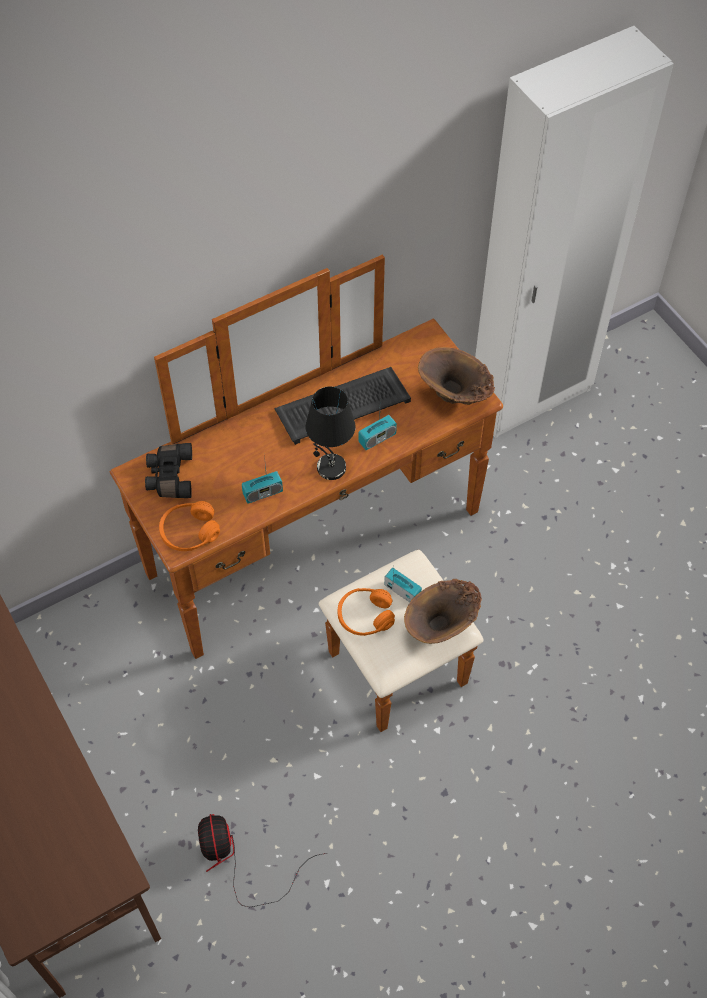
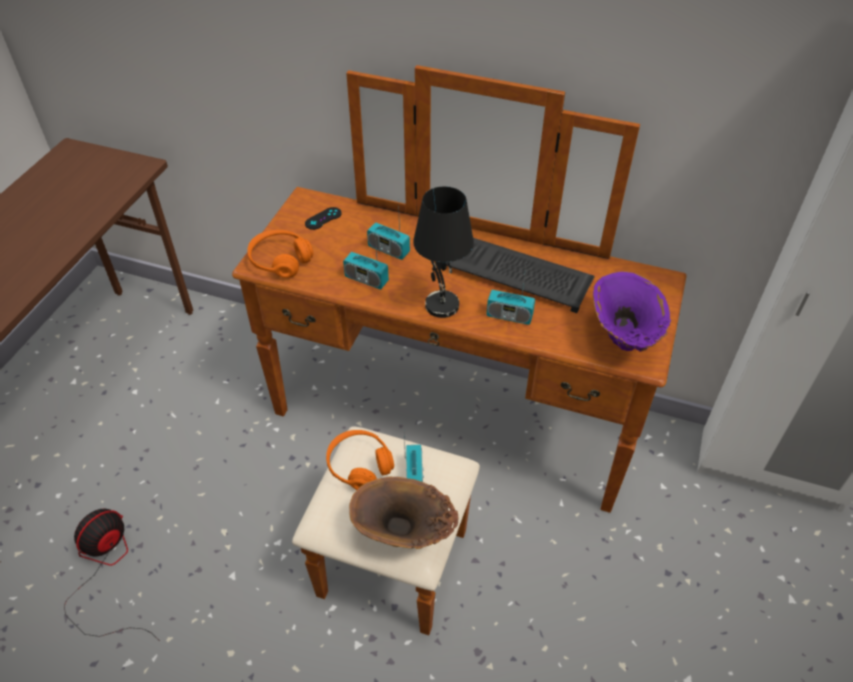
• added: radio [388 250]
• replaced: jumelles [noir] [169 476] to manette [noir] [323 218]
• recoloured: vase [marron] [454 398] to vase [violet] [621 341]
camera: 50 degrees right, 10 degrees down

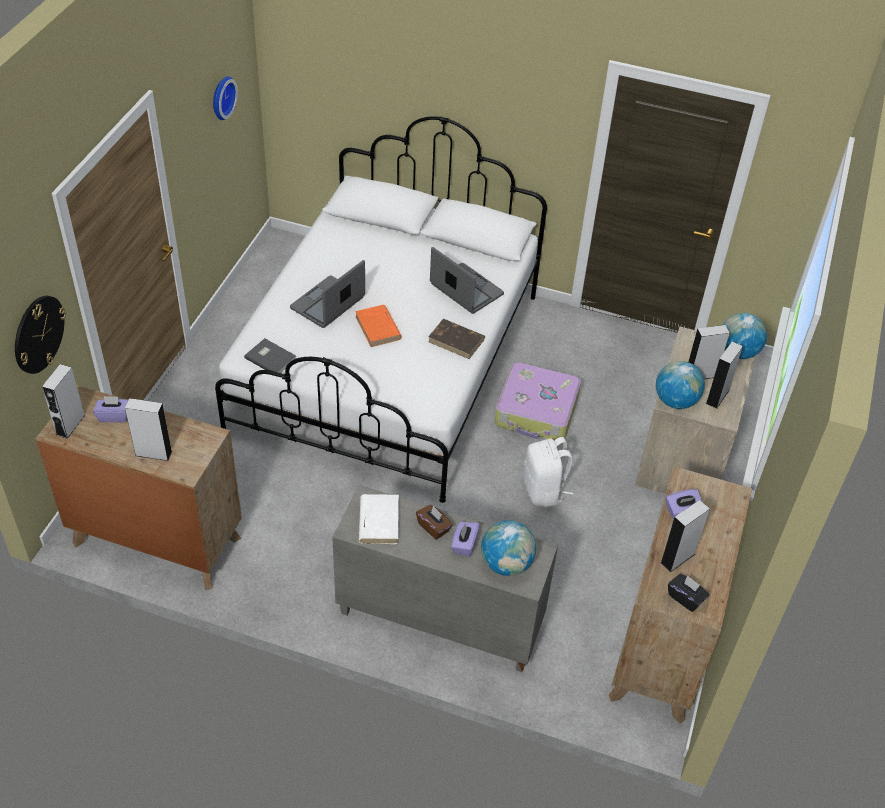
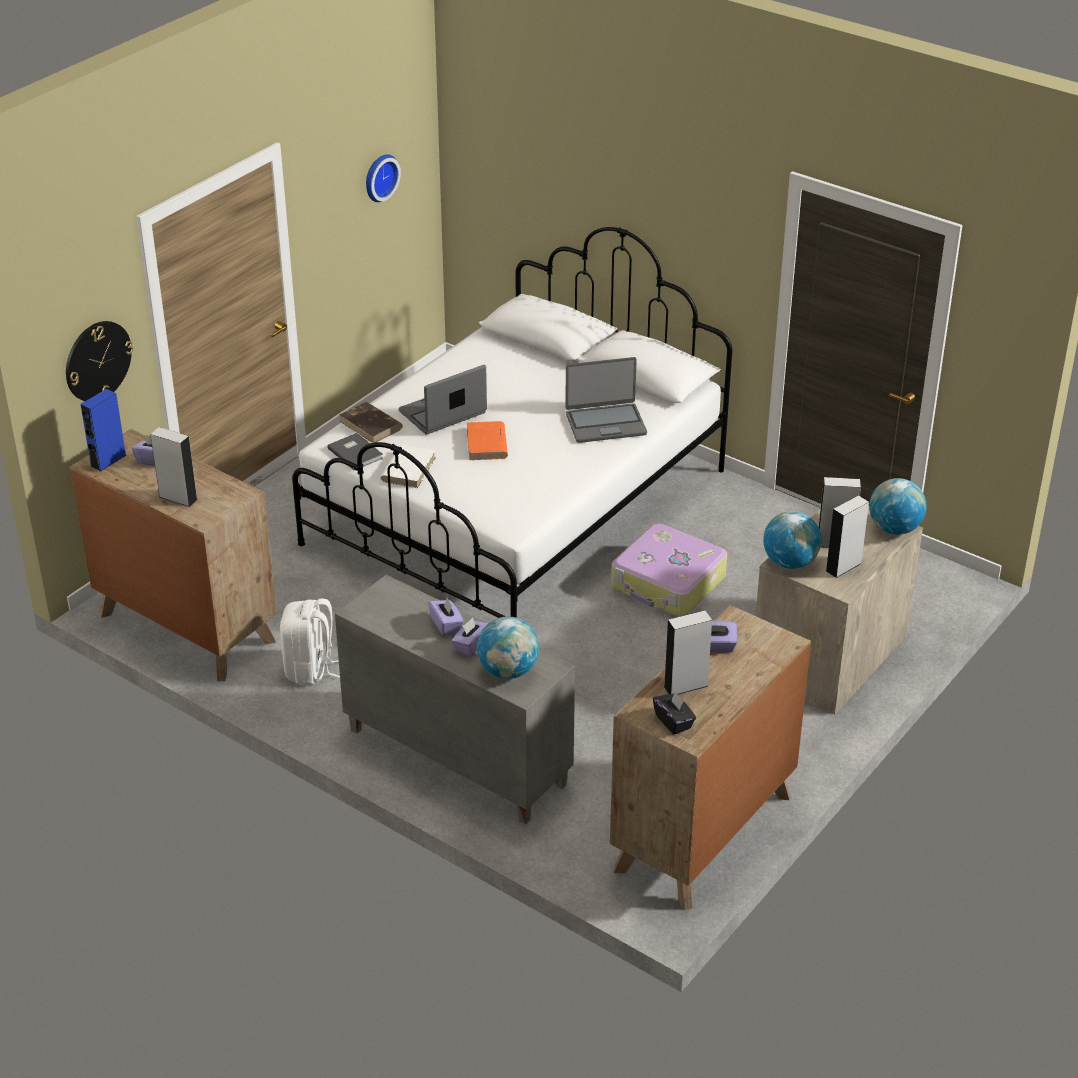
• moved: livre [blanc] [379 521] to [408 469]
• moved: livre [marron] [456 340] to [371 425]
• moved: sac à dos [blanc] [544 491] to [310 669]
• recoloured: enceinte [gris] [70 425] to enceinte [bleu] [108 461]
• recoloured: boîte à mouchoirs [marron] [434 527] to boîte à mouchoirs [violet] [446 625]
• turned: ordinateur portable [466 290] = [605 423] 105 degrees clockwise
camera: 20 degrees right, 10 degrees down

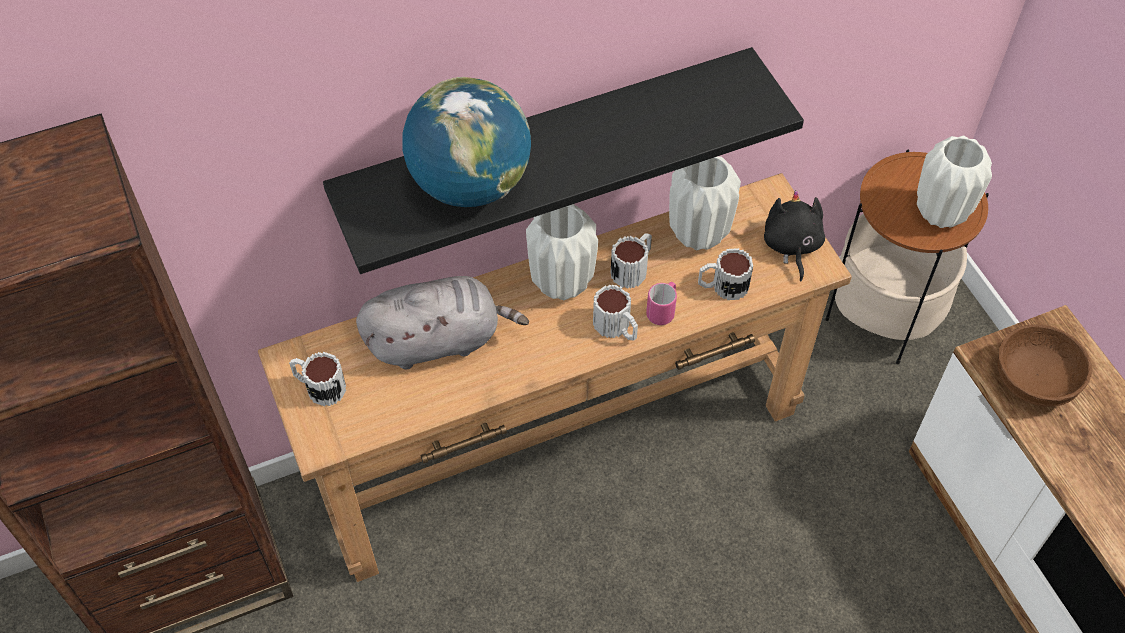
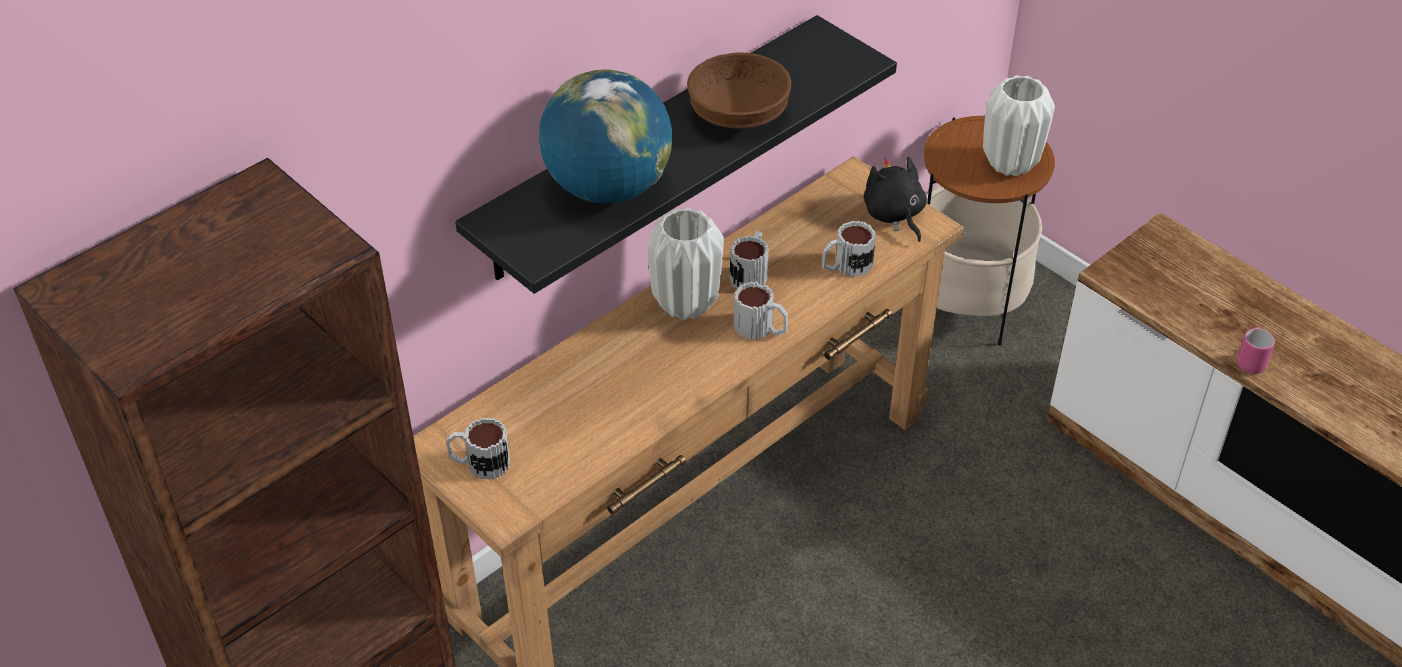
• removed: peluche [gris] [438 340]
• removed: vase [blanc] [699 234]
• moved: mug [rose] [663 311] to [1250 360]
• moved: bol [marron] [1036 379] to [740 114]
camera: 20 degrees left, 10 degrees down

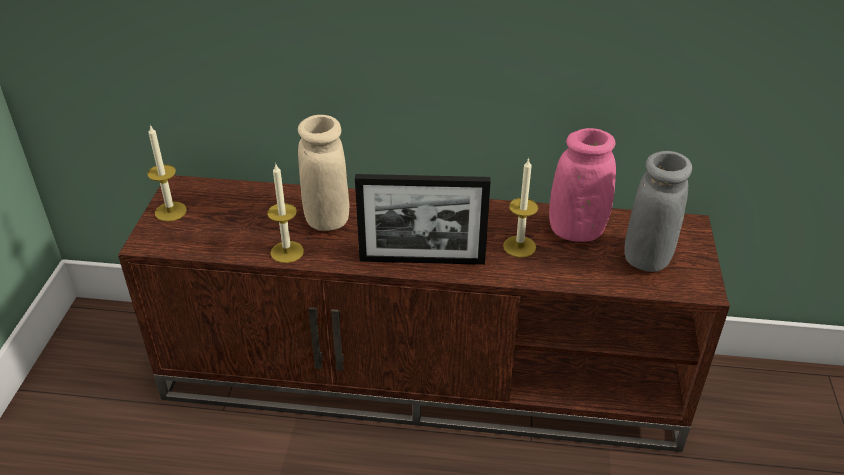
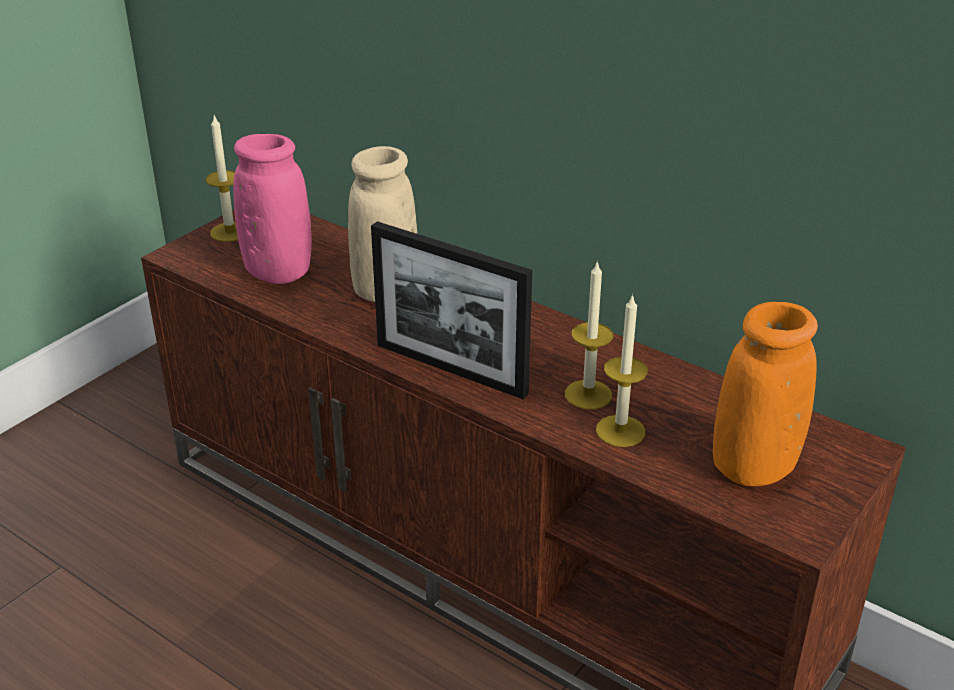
• moved: bougie [287 252] to [620 431]
• moved: vase [rose] [576 231] to [278 272]
• recoloured: vase [gris] [647 258] to vase [orange] [753 467]
camera: 30 degrees right, 5 degrees down

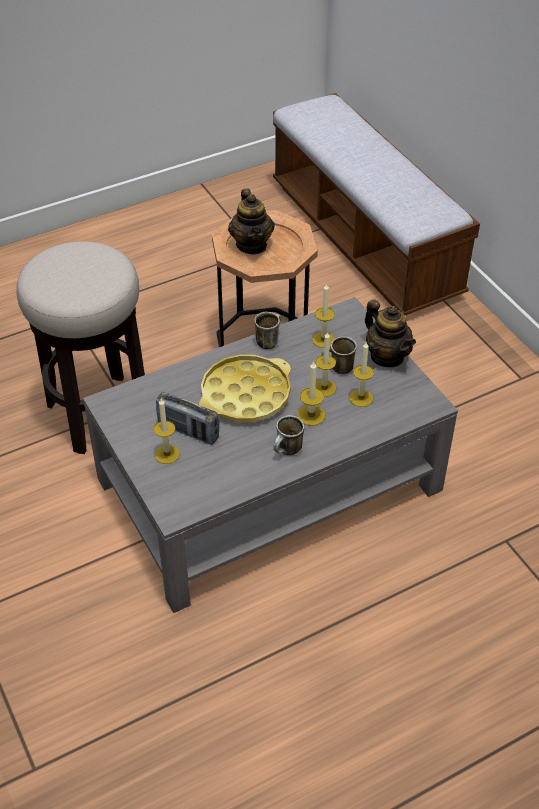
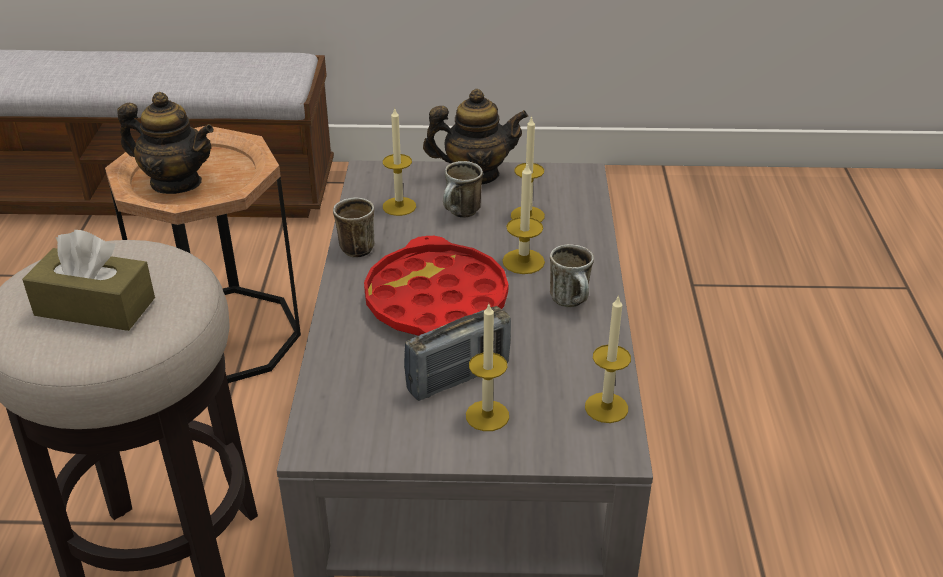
• added: boîte à mouchoirs [marron] [95 307]
• moved: bougie [324 388] to [606 407]
• recoloured: plateau [jaune] [245 395] to plateau [rouge] [436 301]
camera: 60 degrees left, 10 degrees down

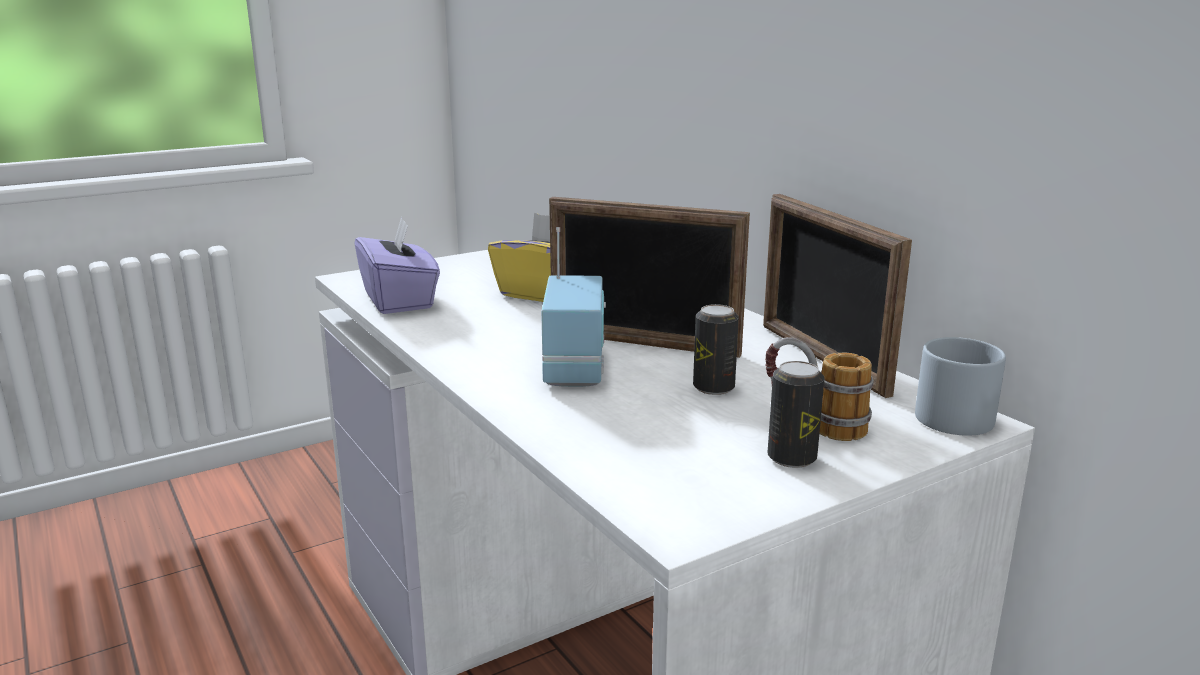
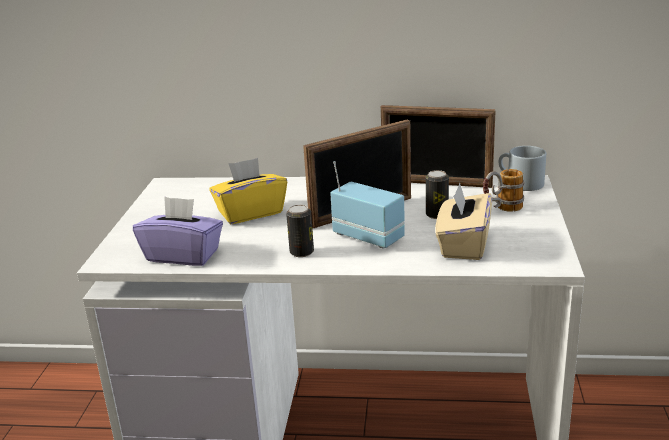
• added: boîte à mouchoirs [beige] [463 245]
• moved: boîte métallique [791 458] to [301 252]
camera: 50 degrees left, 5 degrees up

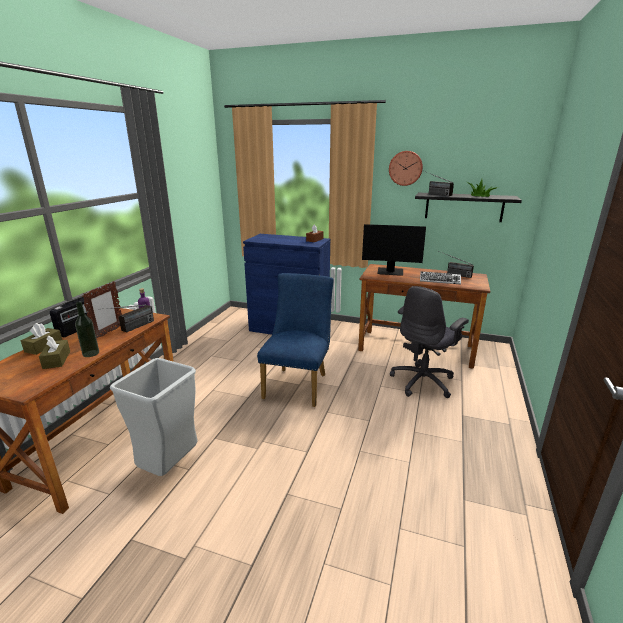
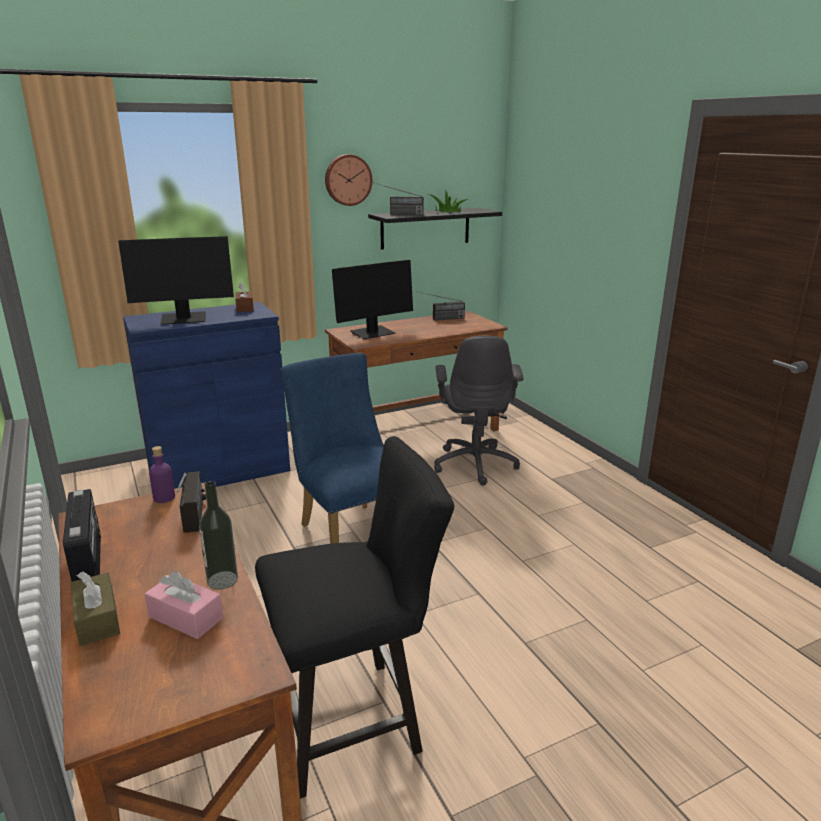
• removed: cadre photo [108 332]
• removed: clavier [439 280]
• added: écran d'ordinateur [184 319]
• replaced: poubelle [gris] [169 468] to chaise [noir] [356 718]
• recoloured: boîte à mouchoirs [marron] [57 360] to boîte à mouchoirs [rose] [186 617]
camera: 45 degrees left, 0 degrees up

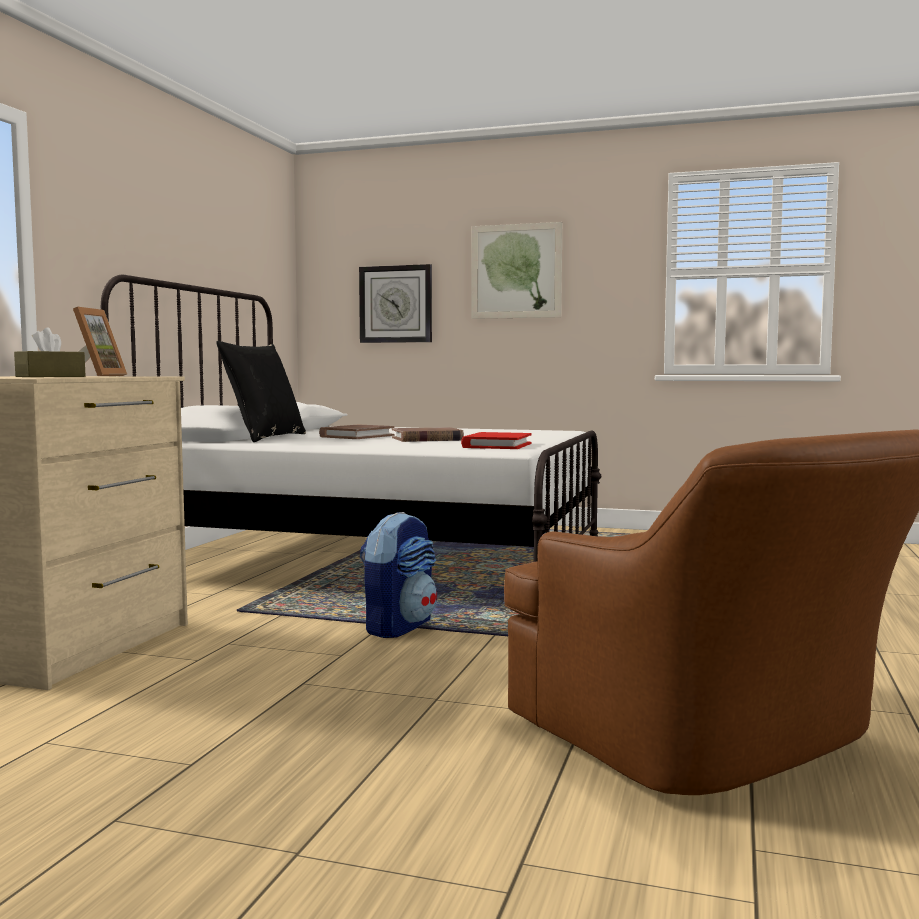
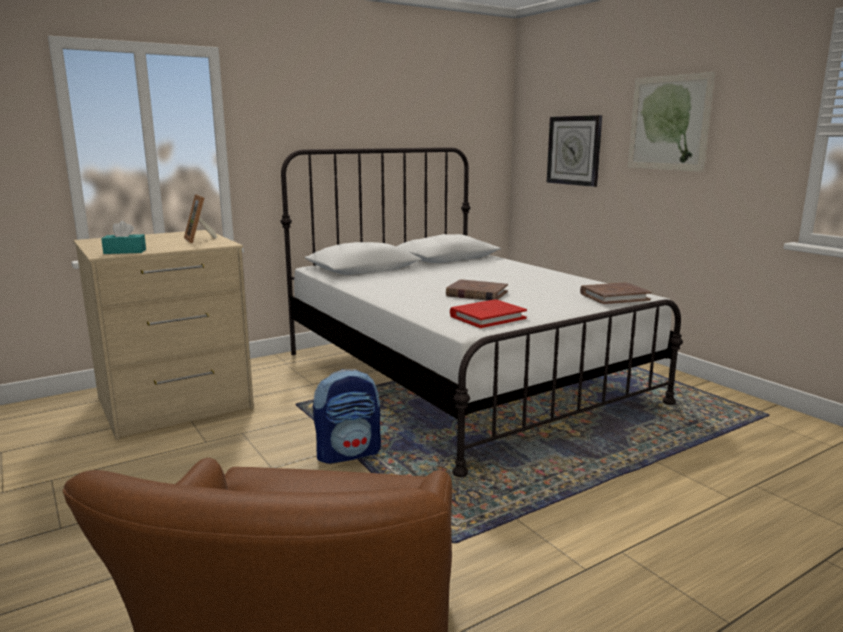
• removed: coussin [noir] [264 437]
• moved: livre [marron] [357 436] to [614 296]
• recoloured: boîte à mouchoirs [marron] [50 376] to boîte à mouchoirs [turquoise] [125 251]
• turned: cadre photo [95 376] = [200 240] 105 degrees clockwise
camera: 40 degrees right, 10 degrees up

